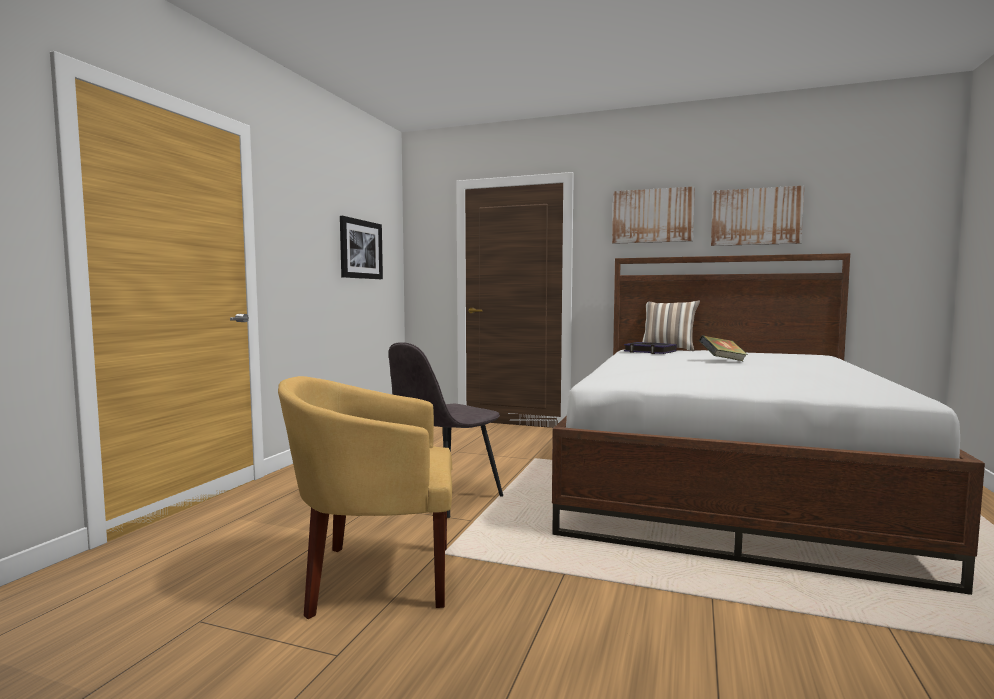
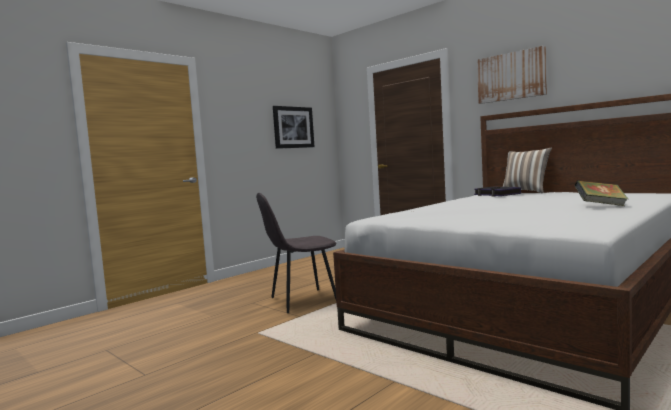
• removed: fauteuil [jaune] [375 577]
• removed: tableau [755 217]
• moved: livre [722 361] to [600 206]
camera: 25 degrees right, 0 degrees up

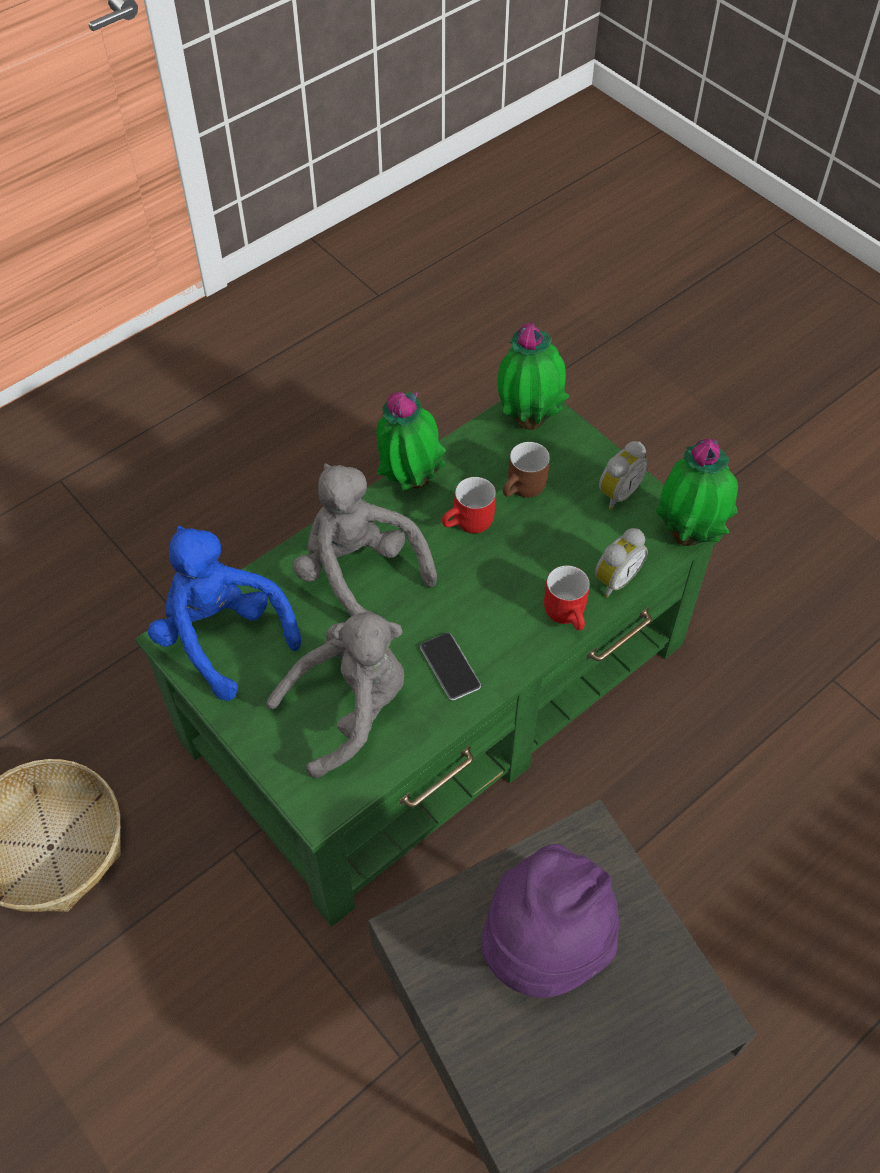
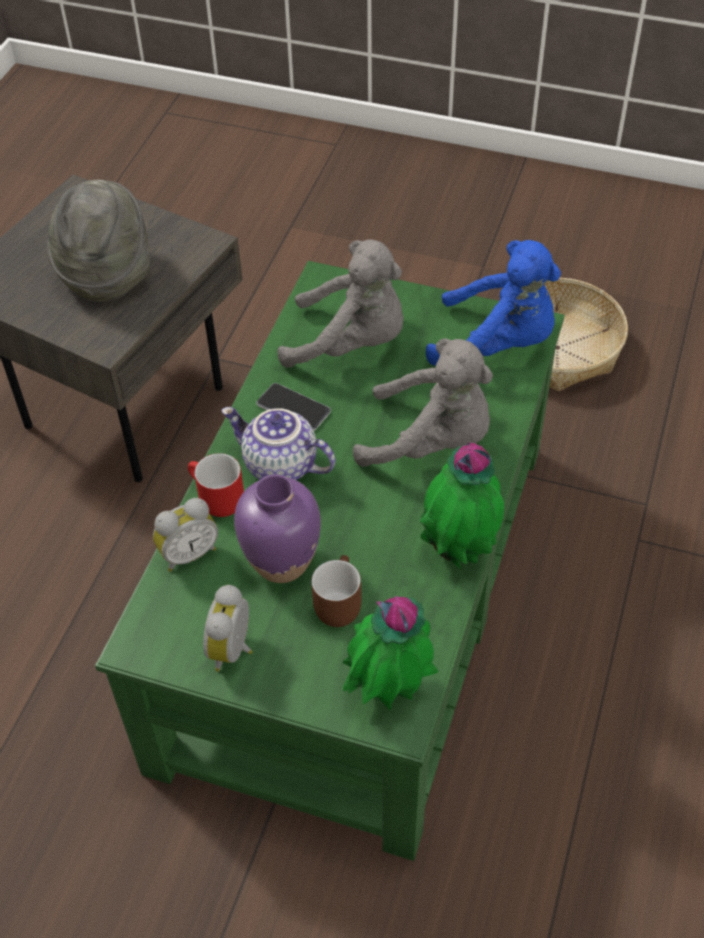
• removed: mug [rouge] [470 525]
• removed: plante en pot [689 534]
• added: théière [279 466]
• added: vase [violet] [281 562]
• recoloured: chapeau [violet] [545 943] to chapeau [gris] [106 274]
• turned: peluche [gris] [349 709] = [351 343] 105 degrees counterclockwise
• turned: réveil [614 579] = [188 553] 135 degrees counterclockwise
camera: 150 degrees right, 5 degrees down

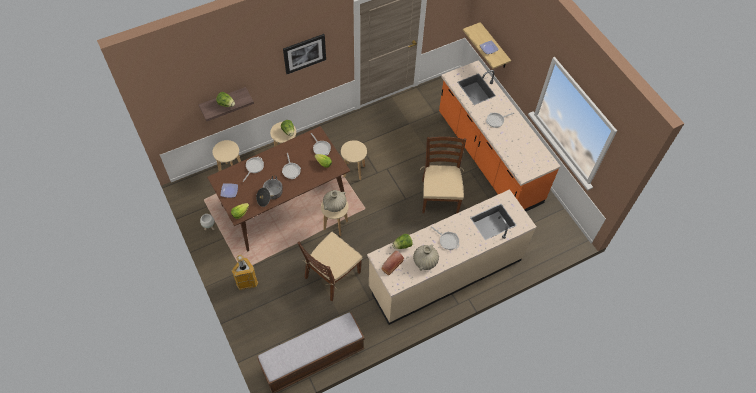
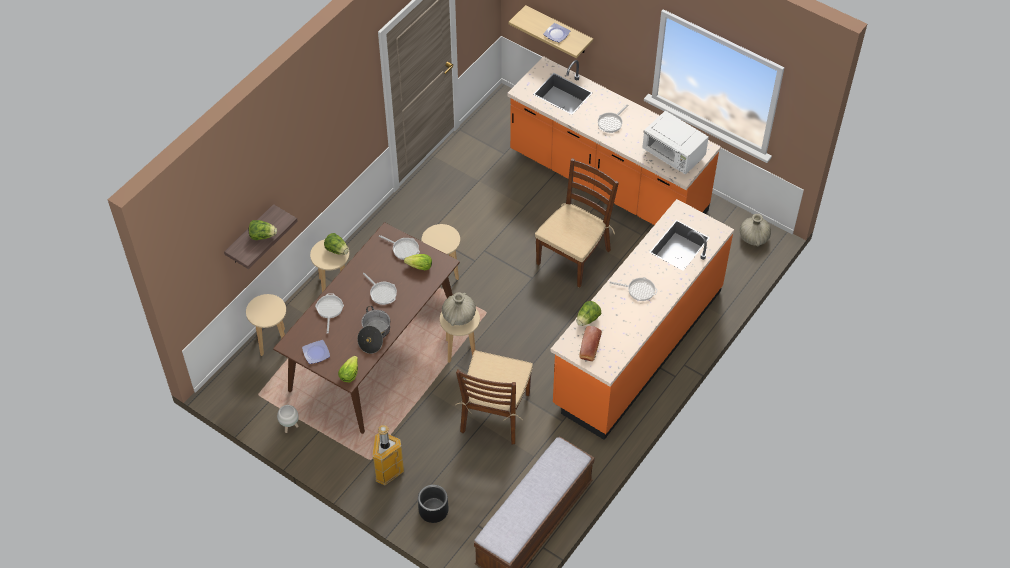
• removed: tableau [304 53]
• added: cache-pot [noir] [433 510]
• added: micro-ondes [blanc] [673 155]
• moved: vase [beige] [425 261] to [753 238]
• recoloured: comptoir de cuisine [beige] [445 273] to comptoir de cuisine [orange] [637 347]
• turned: chaise [marron] [439 196] = [574 256] 60 degrees clockwise
camera: 25 degrees left, 5 degrees down

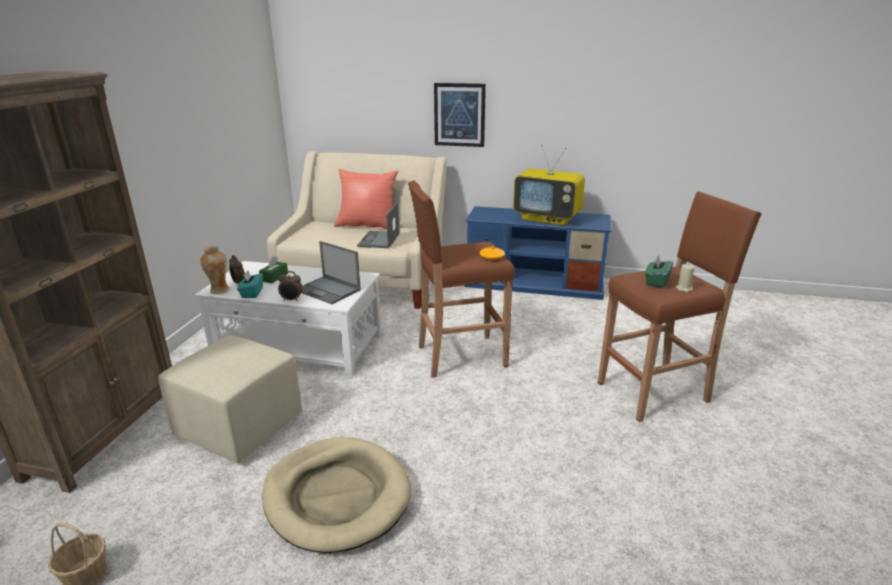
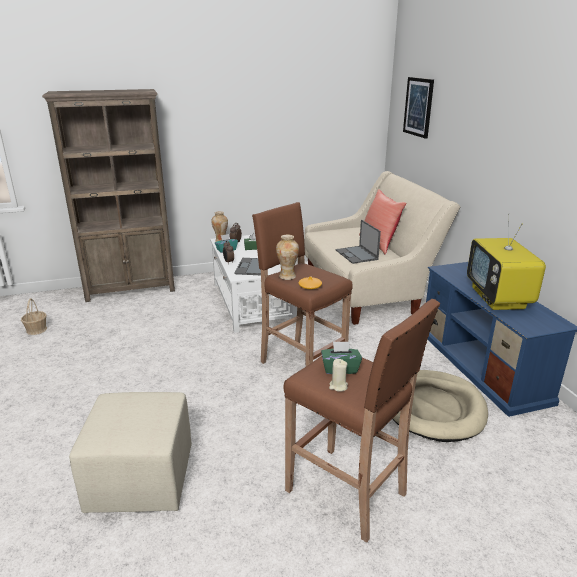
• added: vase [287 276]
• moved: pouf [beige] [238 427] to [141 479]
• moved: panier pour chien [beige] [337 496] to [434 408]
• moved: tableau [459 115] to [418 107]
• turned: ordinateur portable [379 240] = [357 255] 90 degrees counterclockwise
camera: 60 degrees right, 0 degrees up

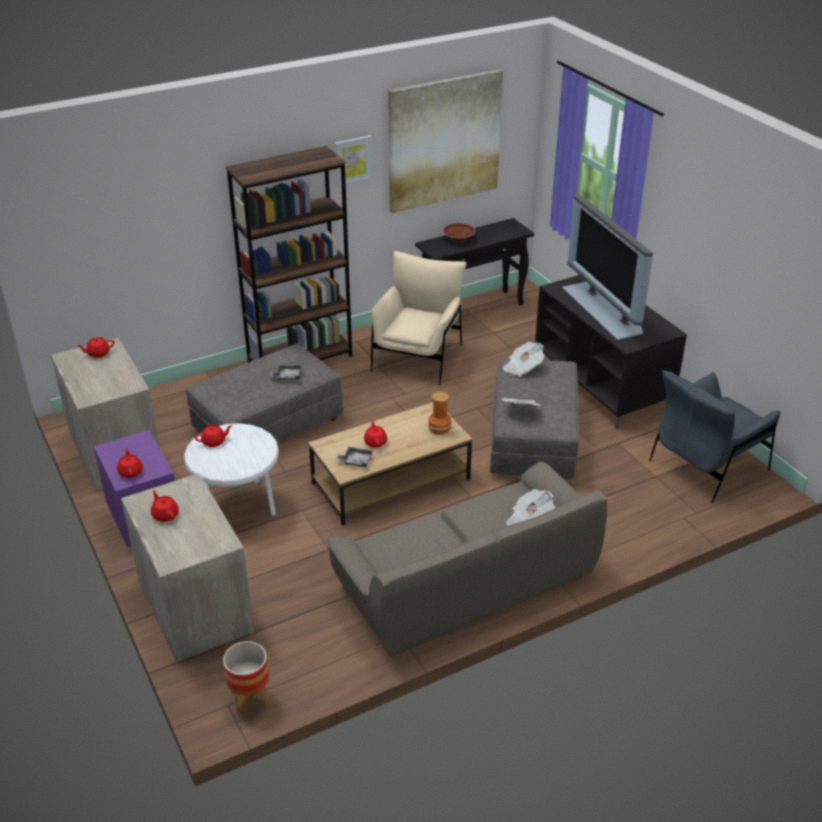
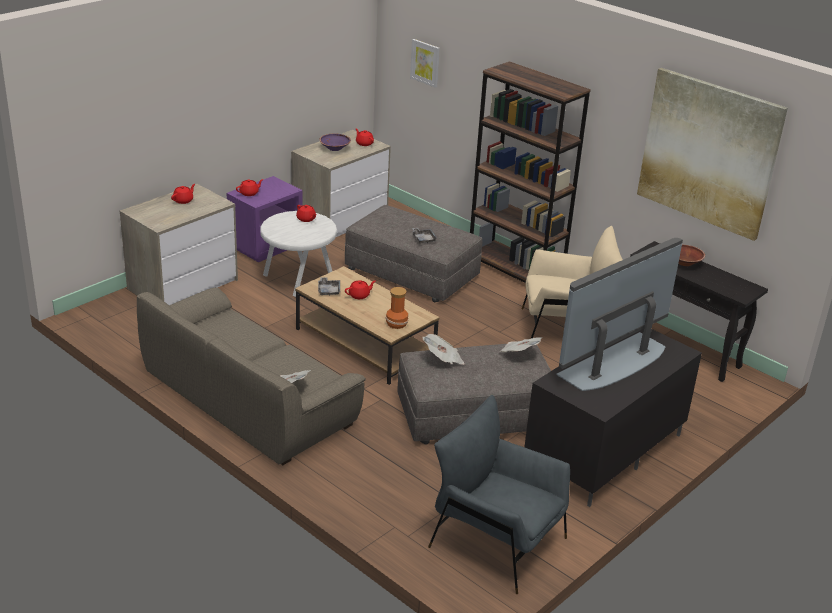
• removed: cache-pot [250 698]
• added: bol [violet] [335 148]
• moved: tableau [353 160] to [425 62]
camera: 70 degrees right, 5 degrees down

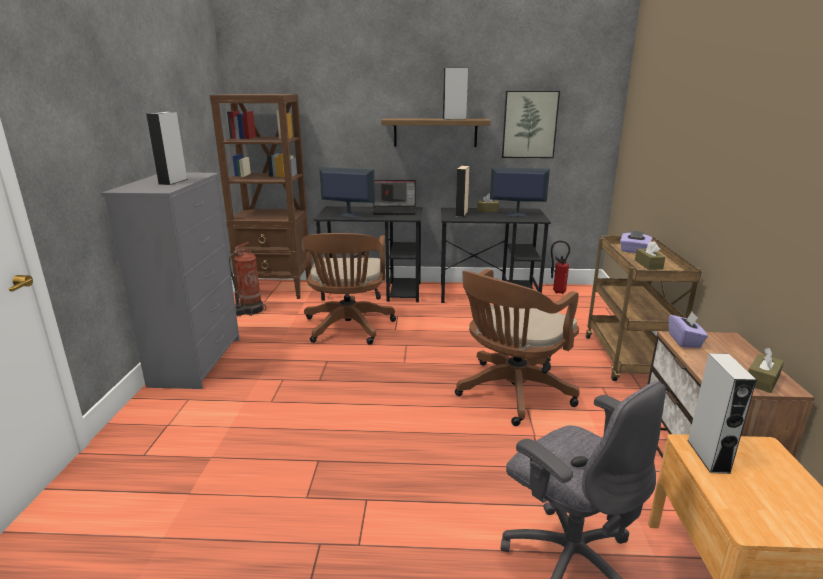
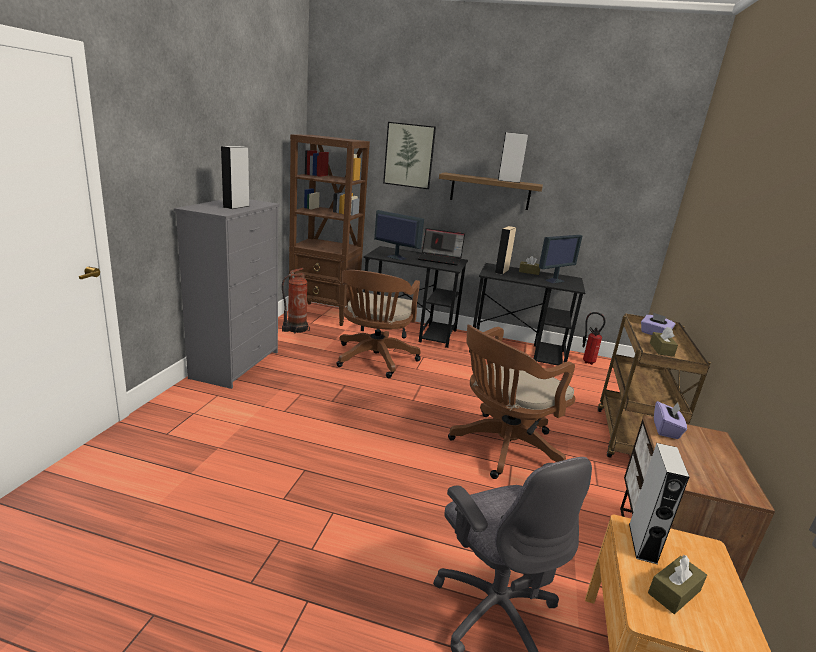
• moved: tableau [529 124] to [409 155]
• moved: boîte à mouchoirs [marron] [762 380] to [674 592]
• turned: écran d'ordinateur [516 215] = [555 280] 120 degrees clockwise
camera: 10 degrees right, 0 degrees up

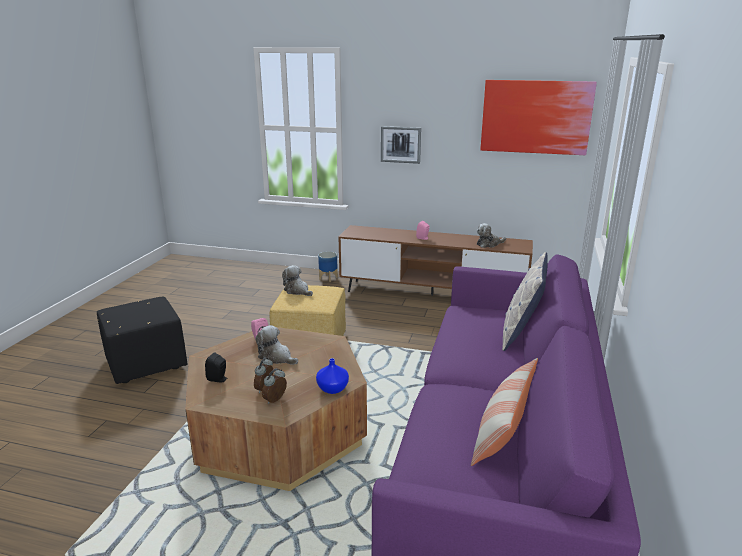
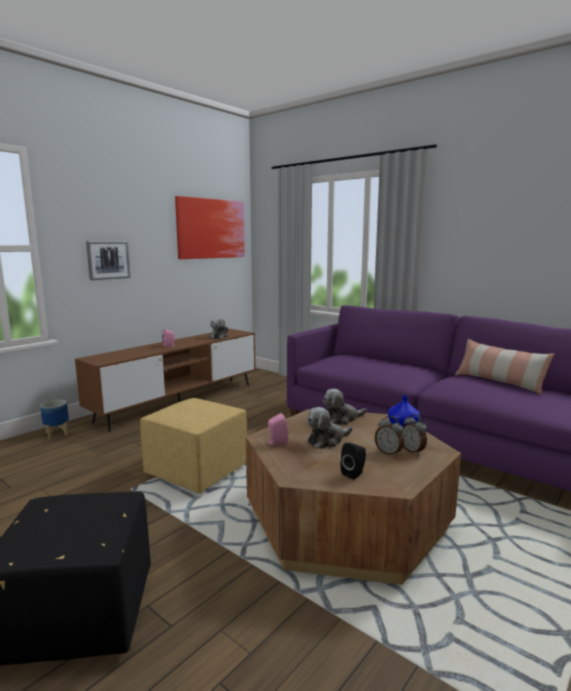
• removed: coussin [520 334]
• moved: peluche [297 291] to [341 419]
camera: 65 degrees left, 10 degrees down

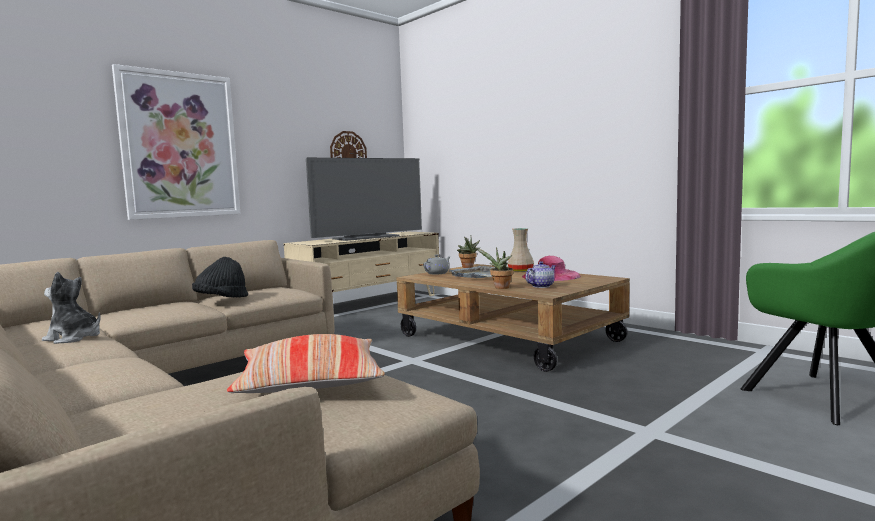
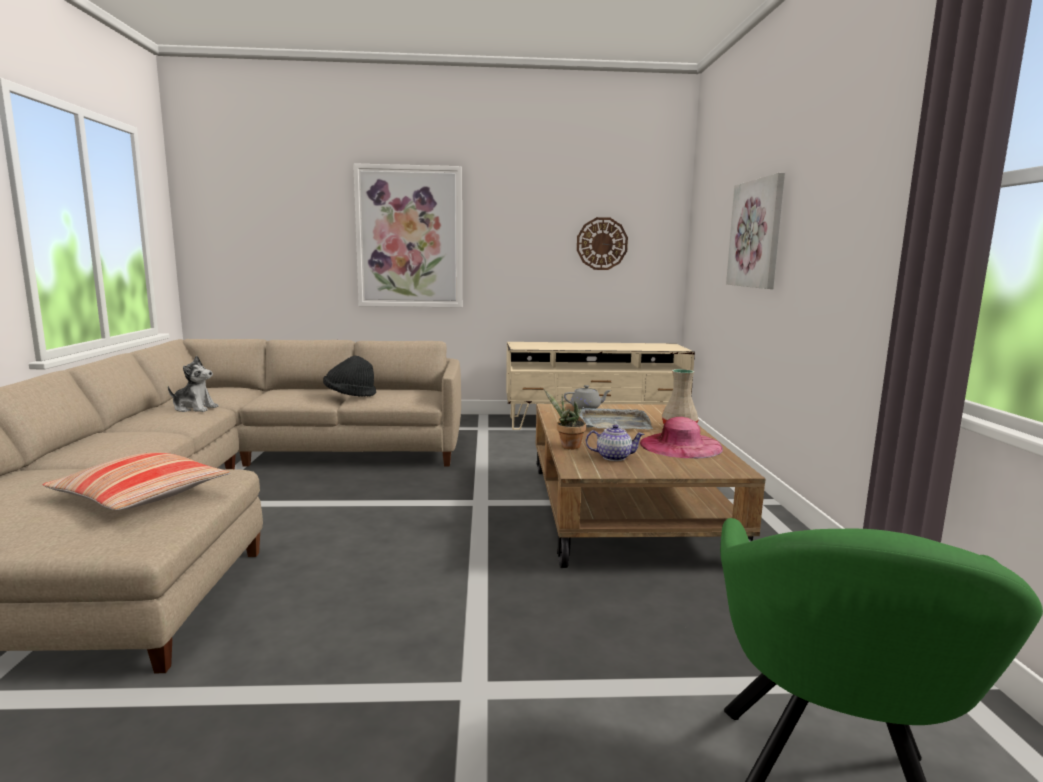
• removed: téléviseur [367 237]
• removed: plante en pot [468 267]
• added: tableau [756 234]
• turned: peluche [74 338] = [194 408] 135 degrees clockwise
camera: 40 degrees right, 5 degrees up

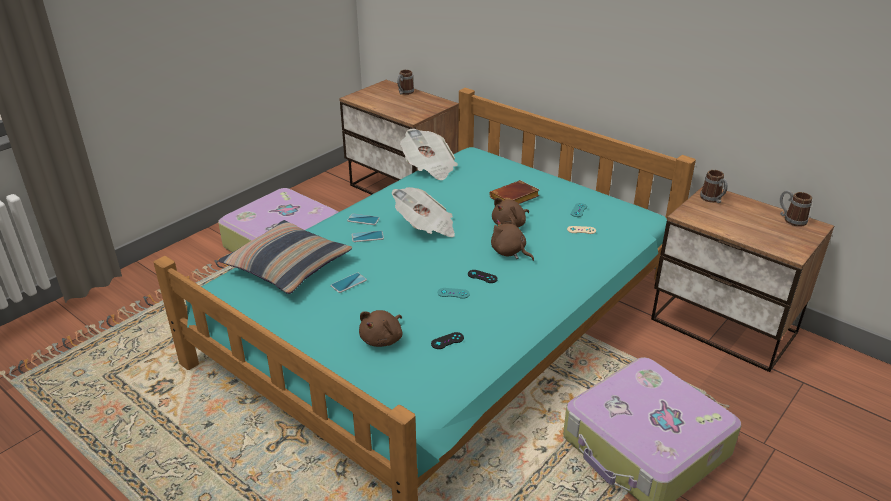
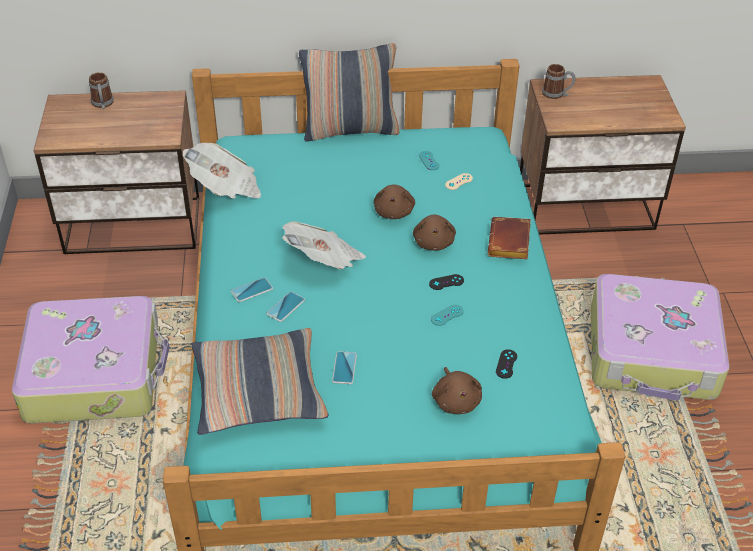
• removed: mug [790 219]
• added: coussin [350 130]
• moved: livre [marron] [514 198] to [510 243]
• turned: peluche [marron] [509 252] = [433 242] 90 degrees counterclockwise
camera: 45 degrees left, 10 degrees up

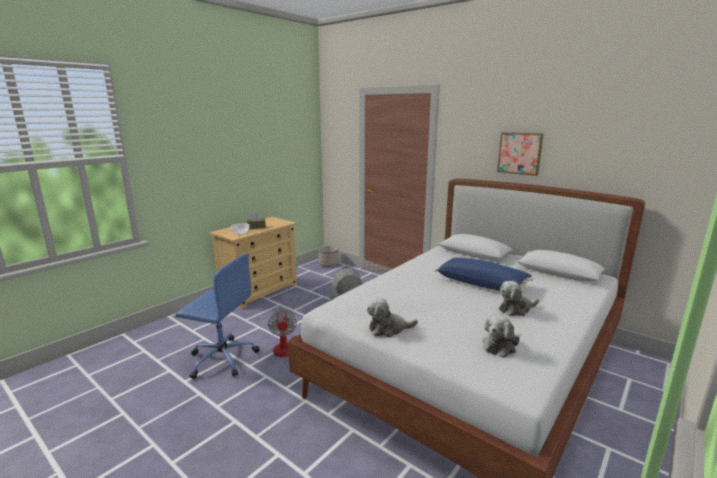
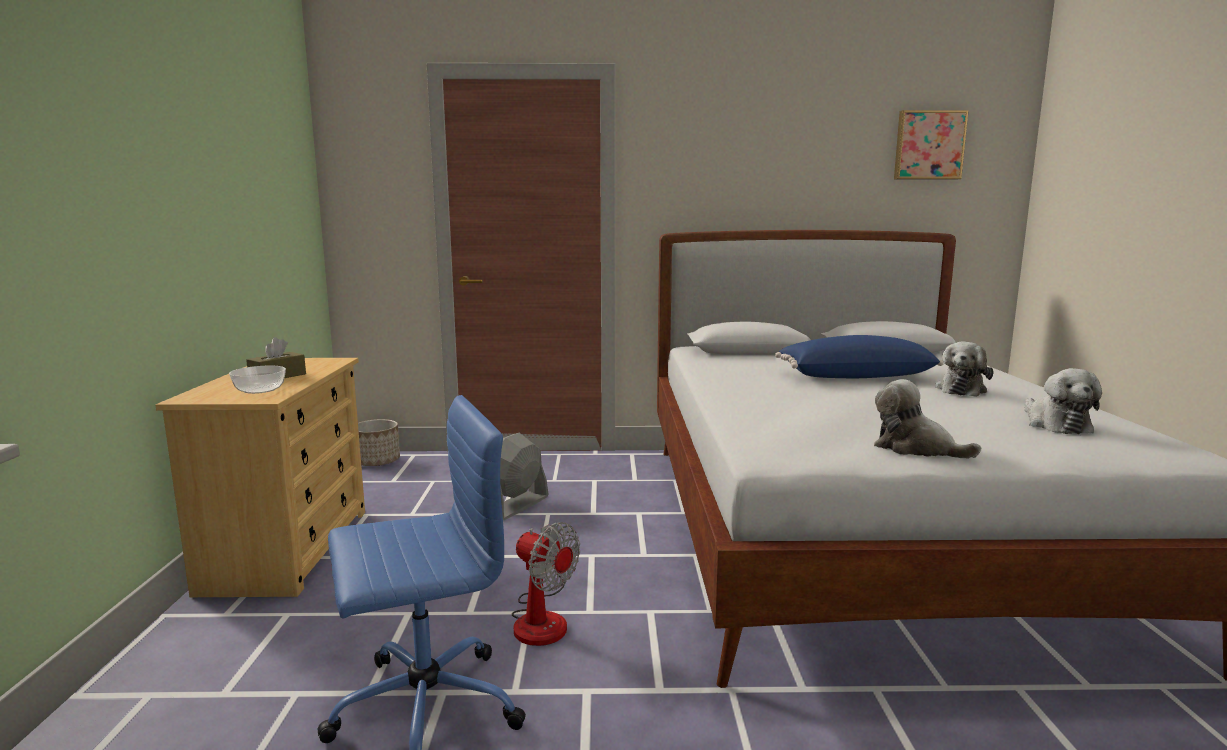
• moved: tableau [520 153] to [928 145]
• turned: peluche [388 329] = [915 448] 90 degrees clockwise
camera: 40 degrees left, 5 degrees down

